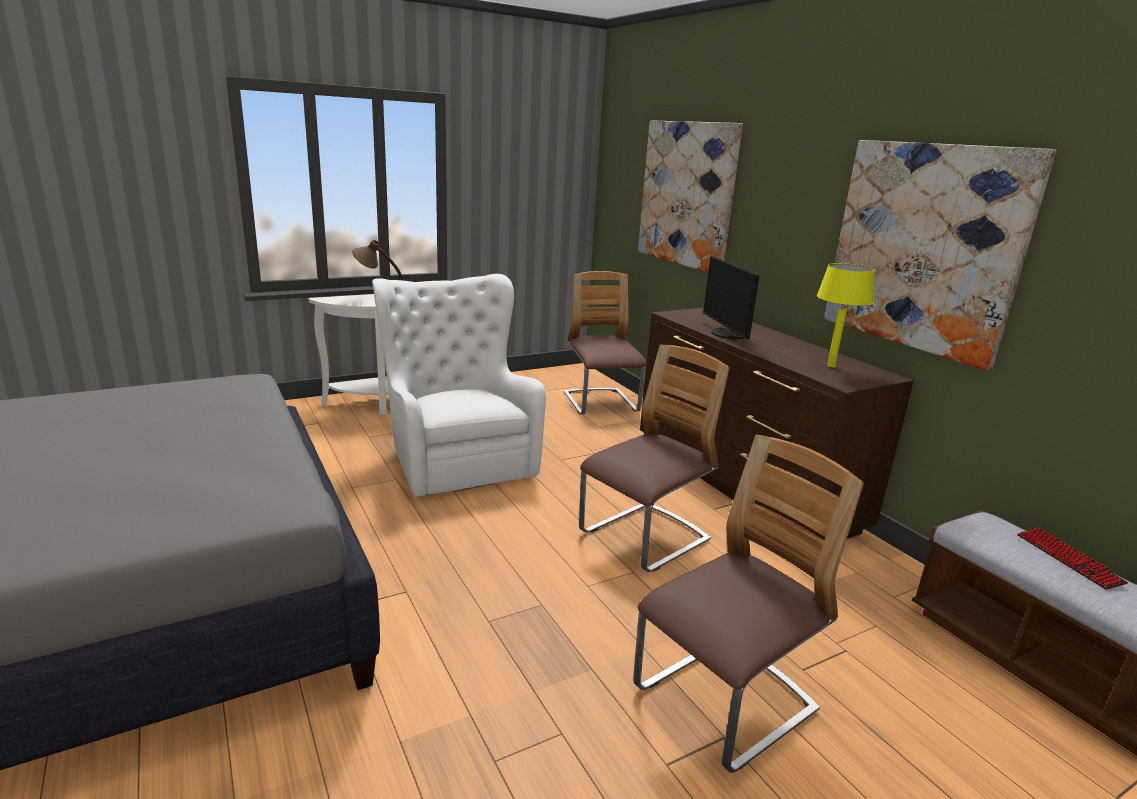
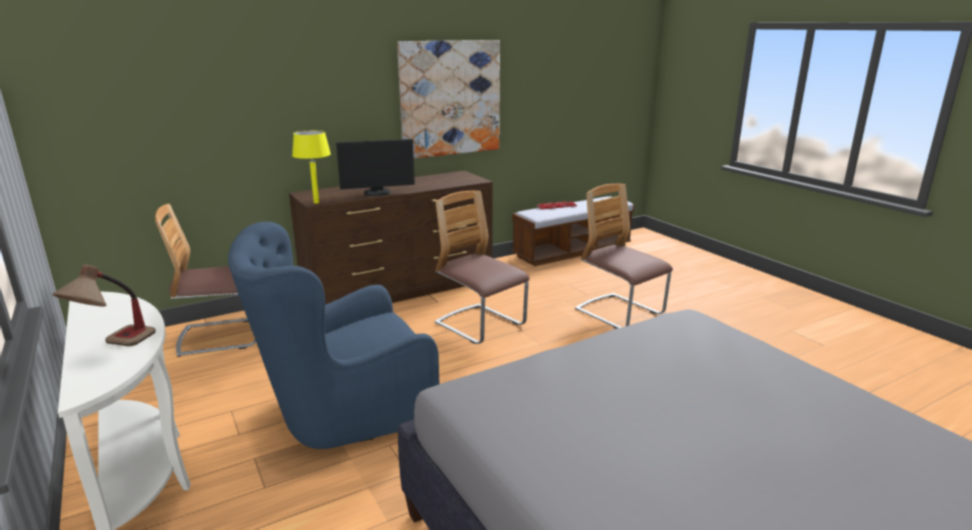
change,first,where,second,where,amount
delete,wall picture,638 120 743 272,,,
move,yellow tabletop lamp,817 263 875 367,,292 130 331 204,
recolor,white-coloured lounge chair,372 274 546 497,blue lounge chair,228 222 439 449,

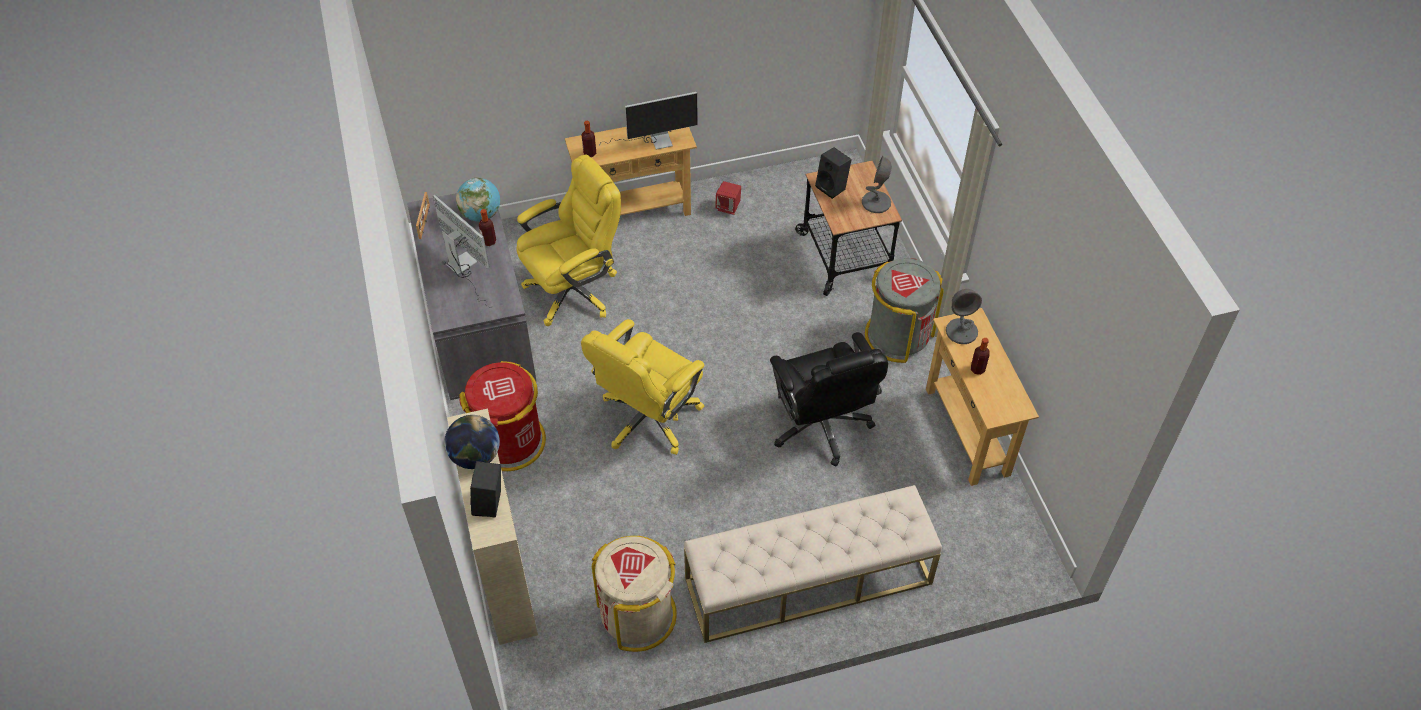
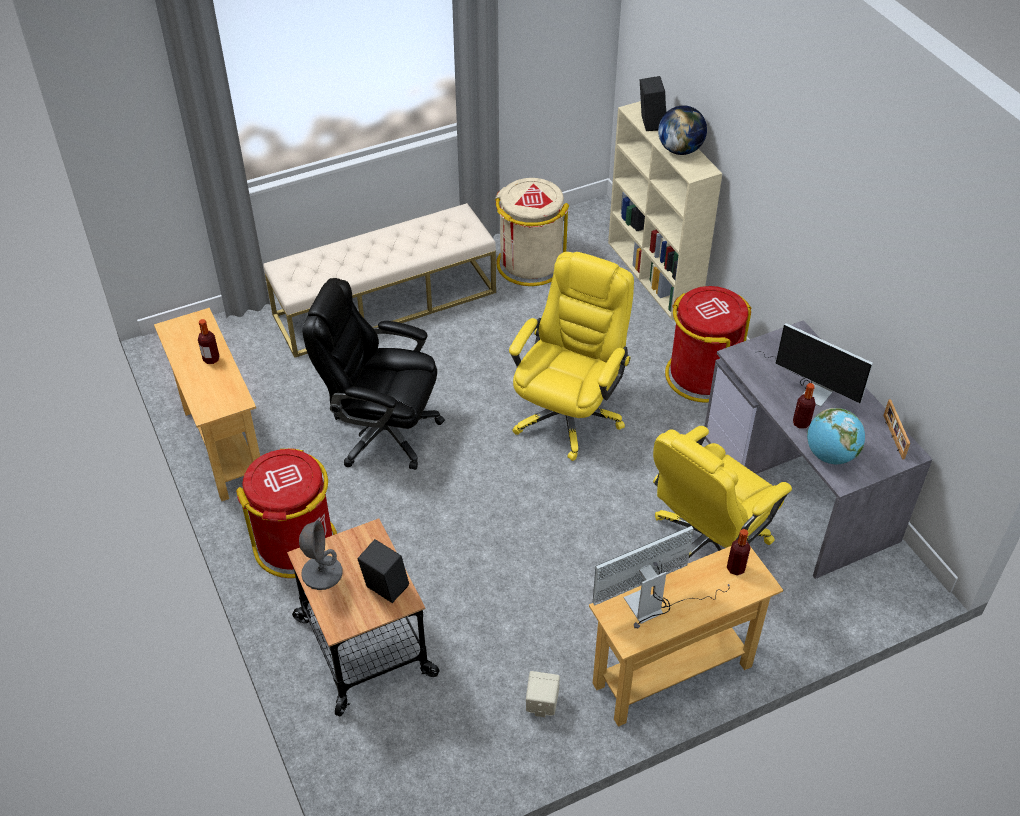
change,first,where,second,where,amount
recolor,red audio speaker,715 181 741 215,beige-coloured audio speaker,526 671 560 717,
recolor,gray waste bin,865 258 944 363,red waste bin,236 448 337 578,
delete,gray tabletop lamp,946 289 982 344,,,
rotate,black desk chair,770 332 888 467,,302 278 445 470,45 degrees counterclockwise

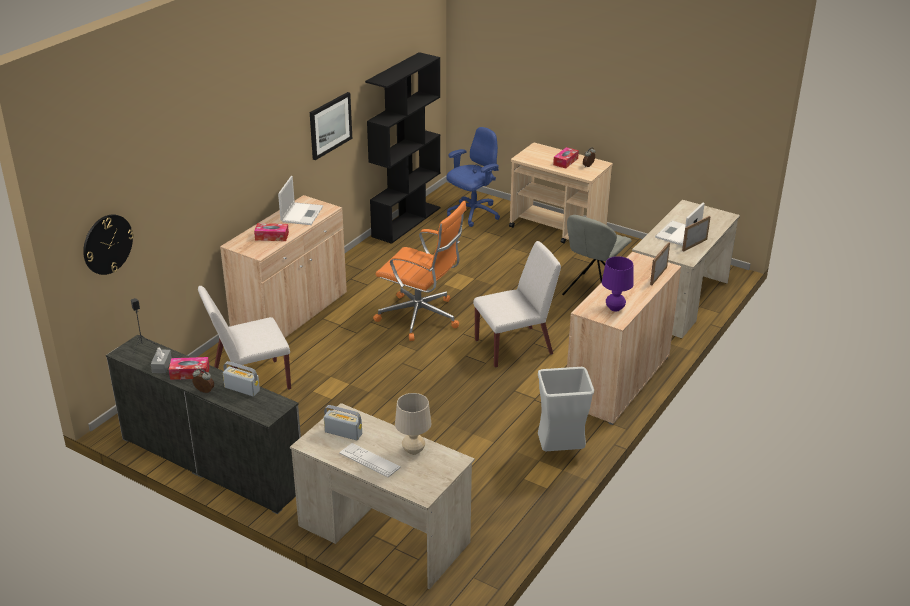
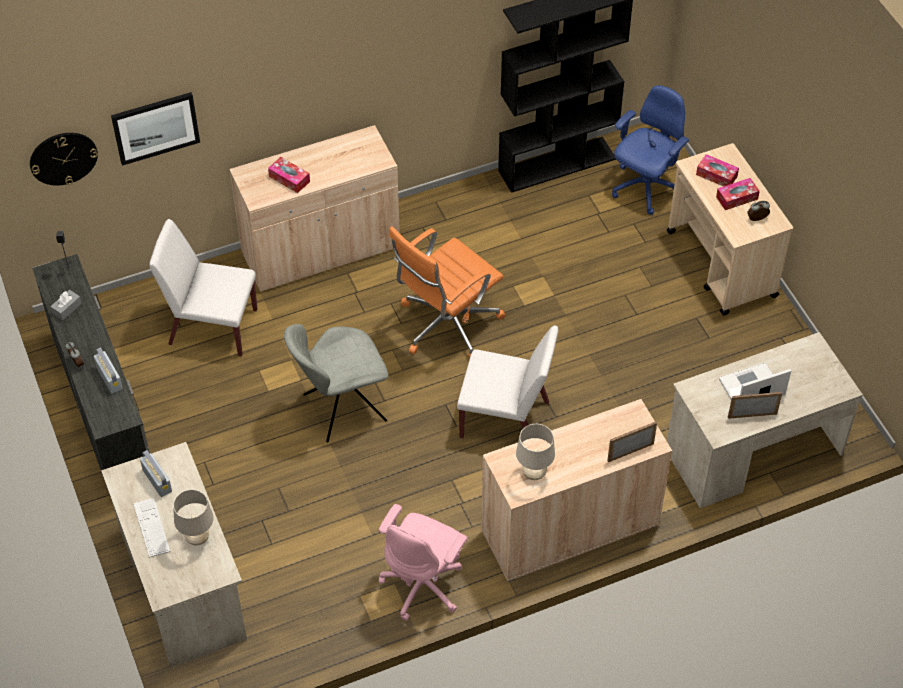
change,first,where,second,where,amount
move,wall picture,310 92 352 160,,111 92 200 166,
rotate,blue desk chair,446 127 500 227,,612 85 689 215,45 degrees counterclockwise
delete,portable computer,278 176 323 225,,,
rotate,orange-coloured desk chair,373 201 467 341,,389 226 506 359,75 degrees clockwise
move,gray upright chair,562 215 632 295,,284 324 389 442,
recolor,purplish tabletop lamp,602 256 634 312,beige-coloured tabletop lamp,516 424 555 480,
move,tissue holder,169 357 210 380,,696 154 739 186,
replace,gray waste bin,538 367 594 451,pinkish desk chair,379 504 467 621,

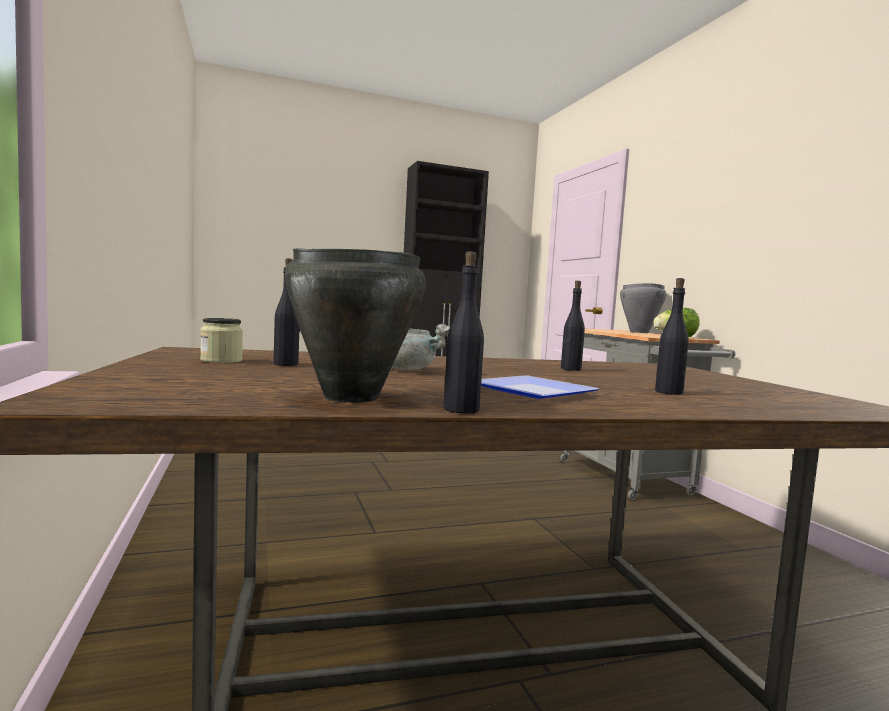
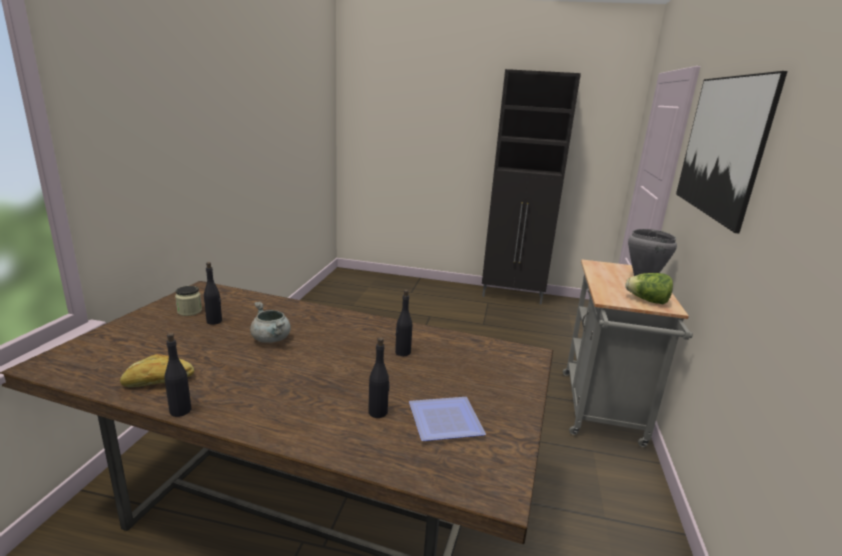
change,first,where,second,where,amount
replace,black cooking pot,285 249 426 403,baked bread,120 354 194 387,
move,flat dish,481 375 599 399,,409 397 486 441,
insert,,,wall picture,676 71 788 233,

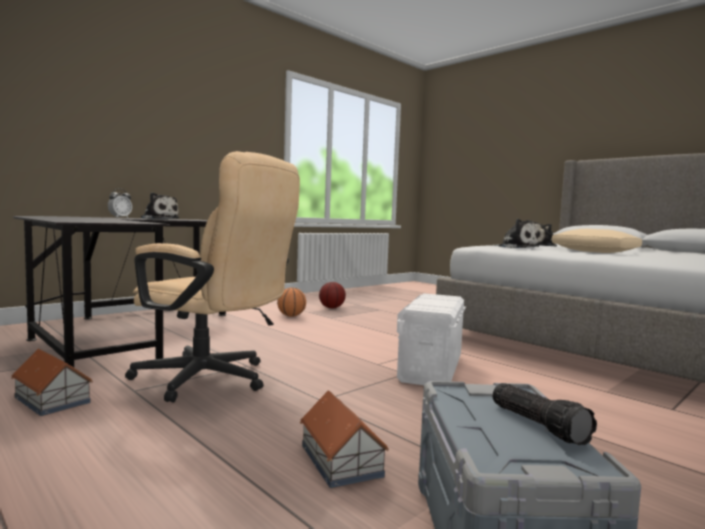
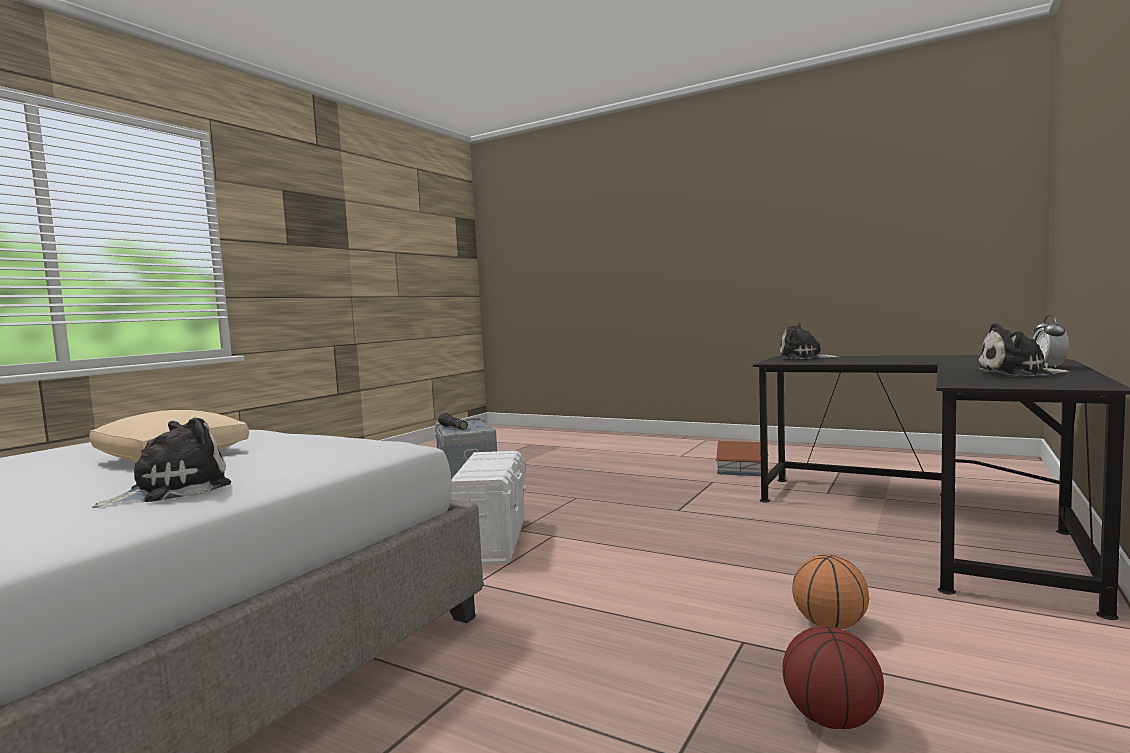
change,first,where,second,where,amount
delete,beige-coloured desk chair,125 151 300 403,,,
move,soft toy,491 219 539 248,,779 323 839 359,
delete,toy house,300 390 389 488,,,

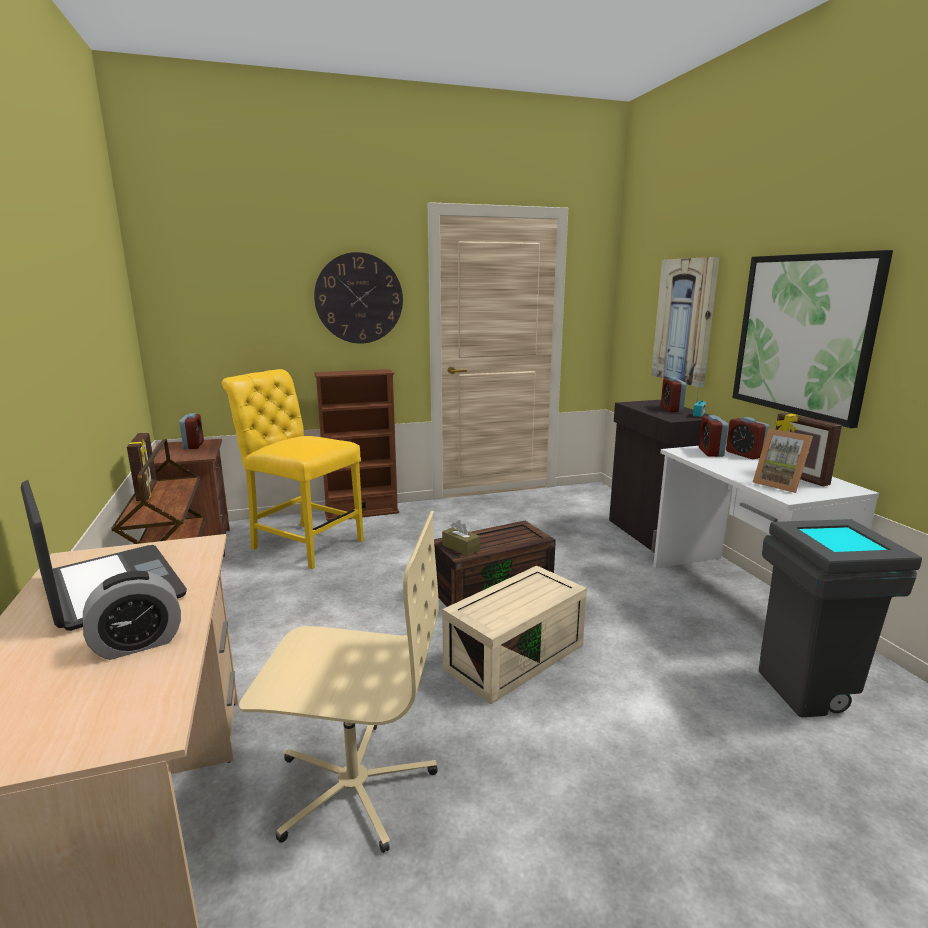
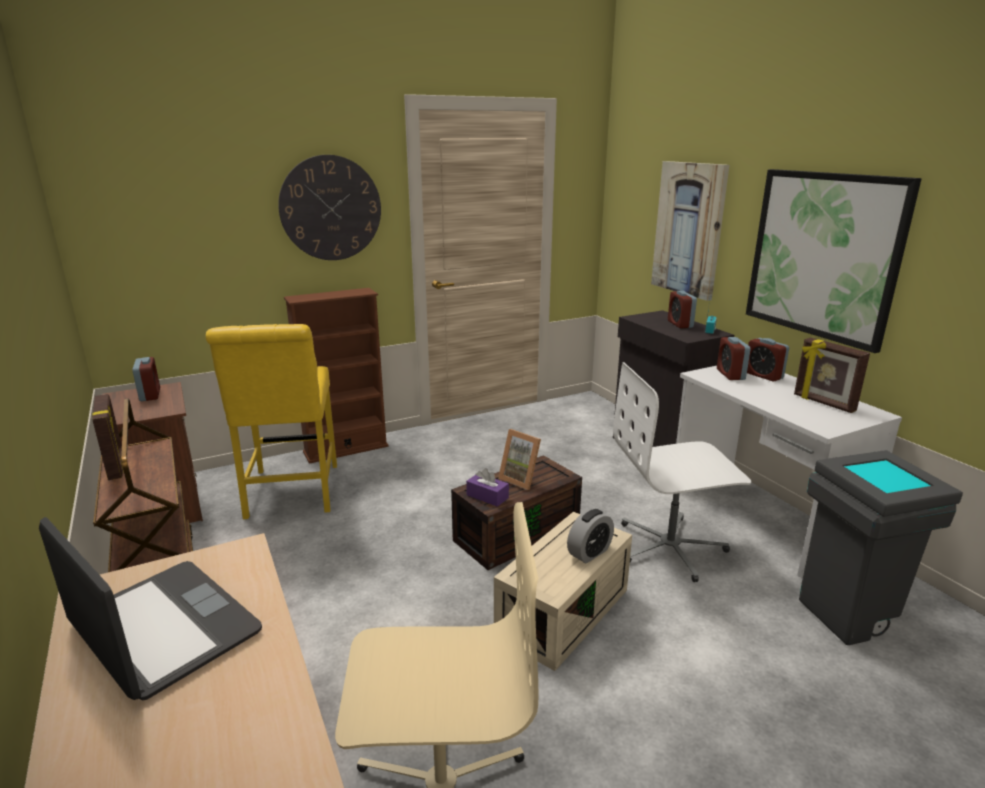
change,first,where,second,where,amount
rotate,yellow upright chair,222 369 364 569,,206 324 337 519,120 degrees counterclockwise
move,photo frame,753 428 813 493,,498 429 541 490,
recolor,brownish tissue holder,442 520 480 556,purplish tissue holder,466 468 509 507,
move,alarm clock,83 571 181 660,,567 509 614 564,
insert,,,white-coloured desk chair,613 362 752 582,

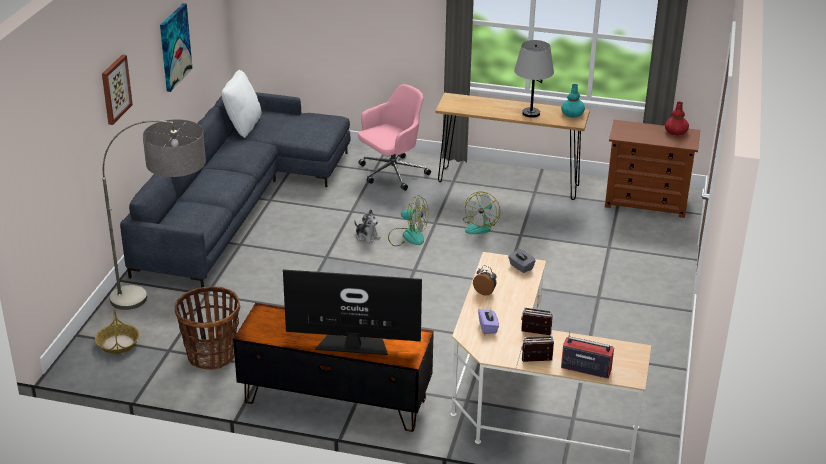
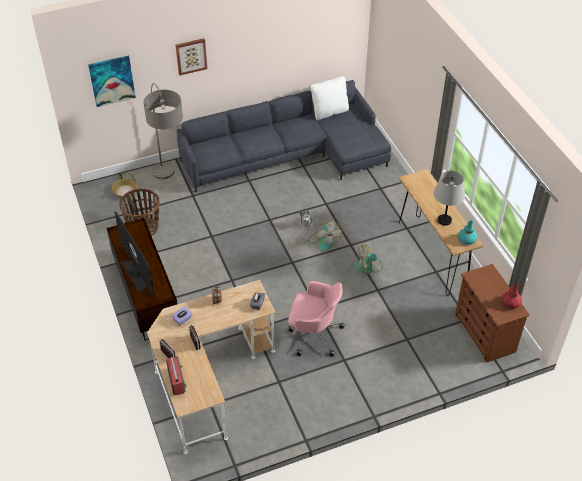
change,first,where,second,where,amount
move,wall picture,160 3 193 92,,88 55 136 107,
move,pinkish desk chair,358 84 431 191,,288 281 345 357,

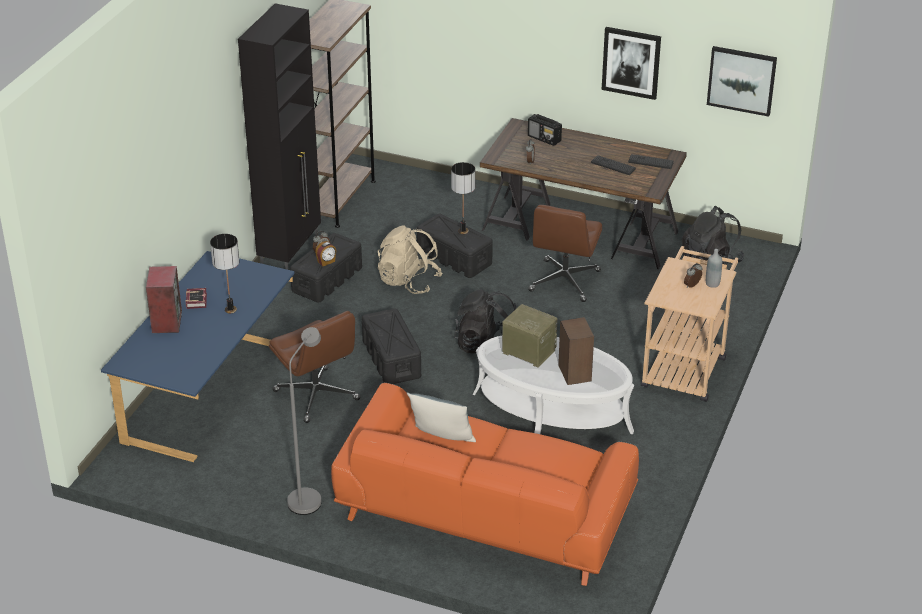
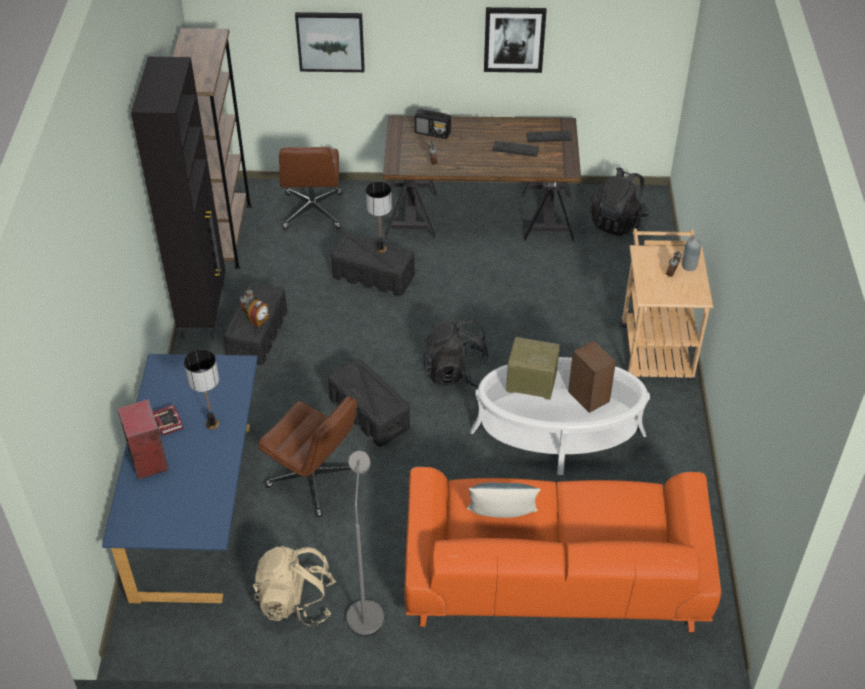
change,first,where,second,where,amount
move,wall picture,707 46 777 117,,295 12 365 72,
move,brownish desk chair,528 205 602 302,,279 147 343 230,
move,beige-coloured backpack,378 225 443 294,,253 546 336 626,

